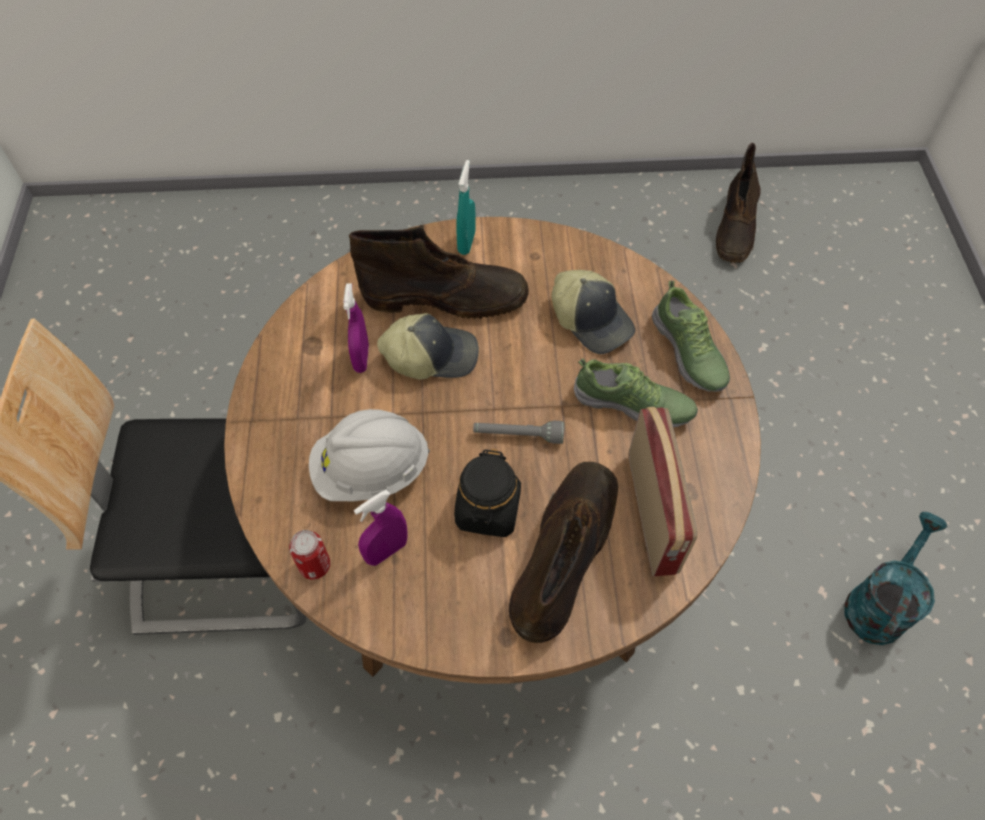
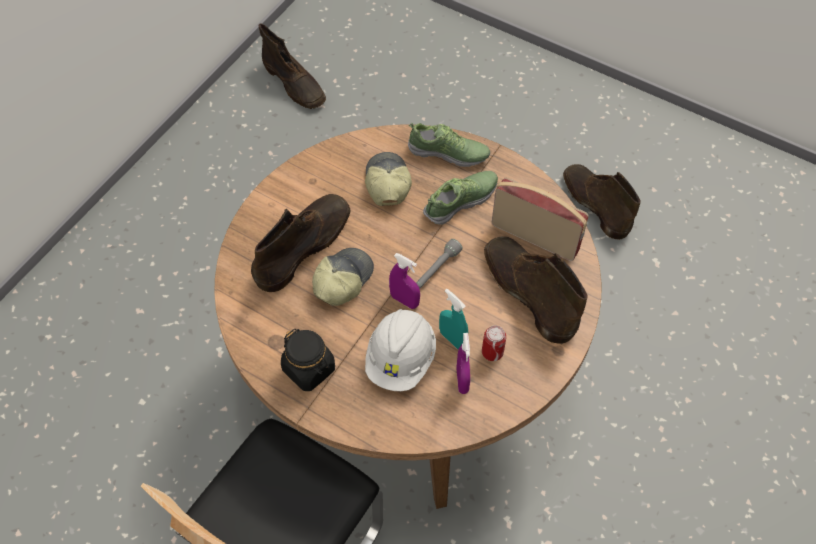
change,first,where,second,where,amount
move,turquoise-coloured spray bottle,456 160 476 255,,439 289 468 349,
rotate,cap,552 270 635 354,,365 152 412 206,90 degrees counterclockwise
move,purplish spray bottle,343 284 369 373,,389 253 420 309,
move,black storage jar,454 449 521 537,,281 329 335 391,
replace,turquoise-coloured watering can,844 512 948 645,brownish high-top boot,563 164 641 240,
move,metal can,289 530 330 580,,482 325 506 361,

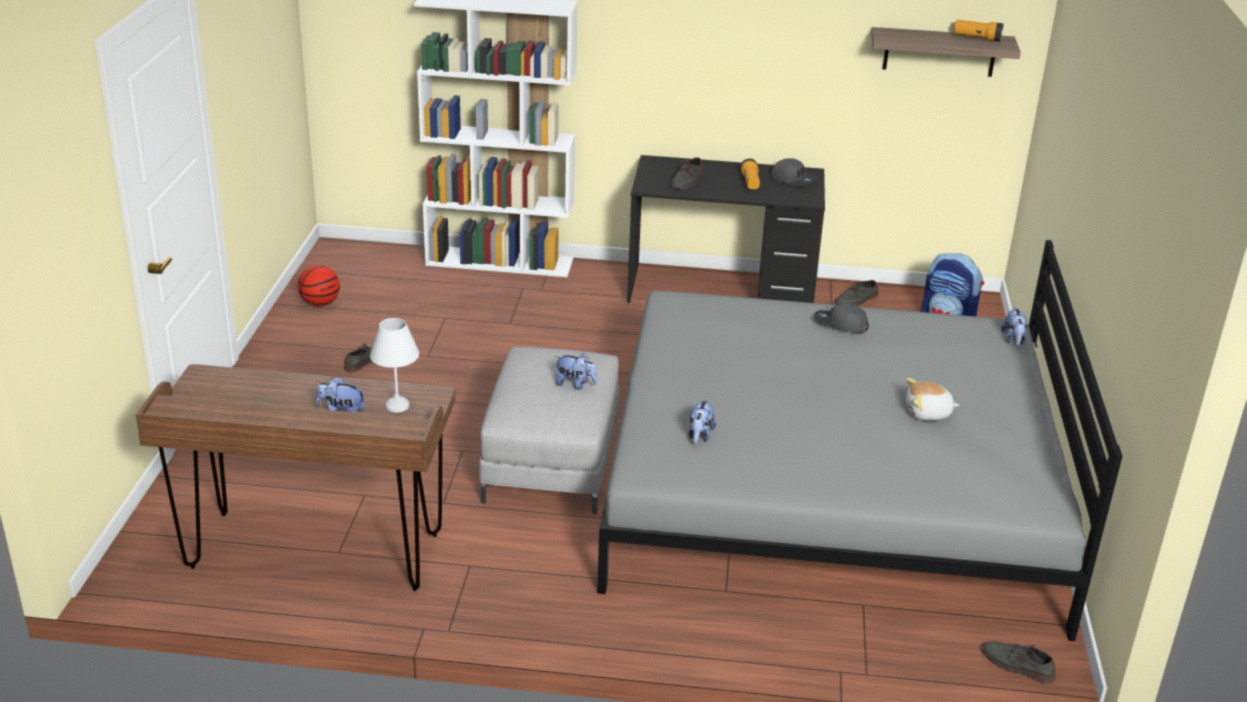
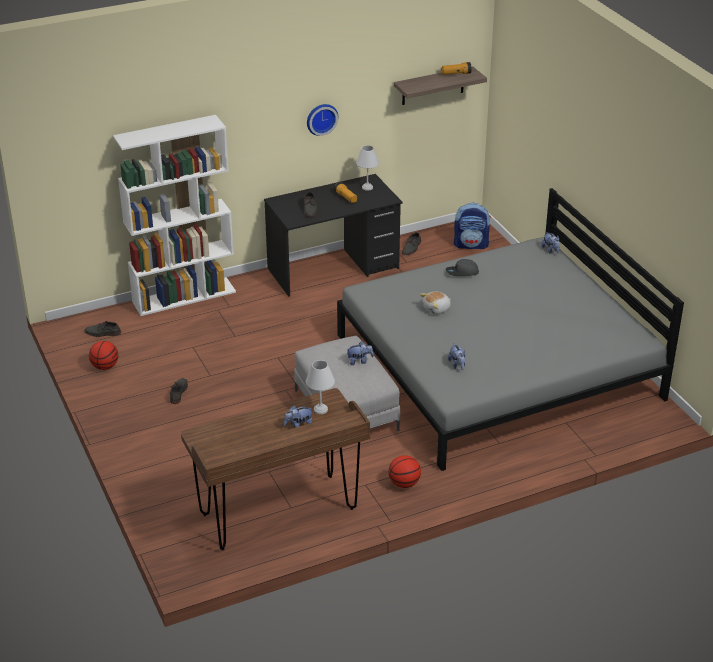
change,first,where,second,where,amount
replace,gray cap,771 158 817 186,white-coloured tabletop lamp,356 145 379 191,
move,soft toy,906 378 959 421,,420 292 451 314,
move,gray item of footwear,982 641 1056 684,,84 321 121 337,
insert,,,hanging clock,307 104 338 136,
insert,,,basketball ball,389 455 421 488,

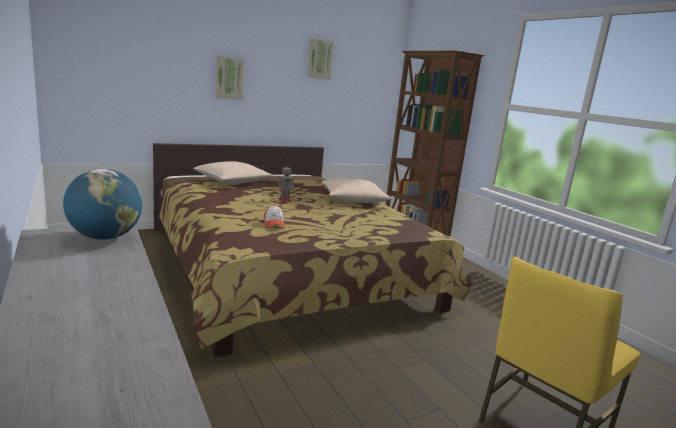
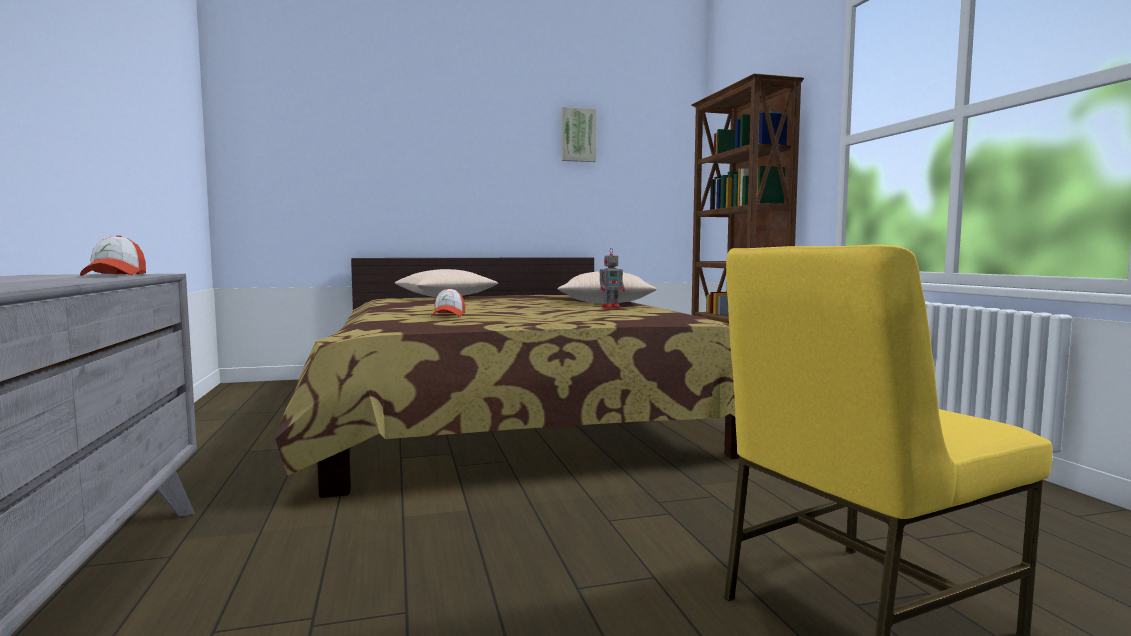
change,first,where,second,where,amount
delete,wall picture,215 56 244 100,,,
move,model robot,279 163 294 202,,600 249 625 309,
replace,world globe,63 169 142 240,cap,80 235 146 276,

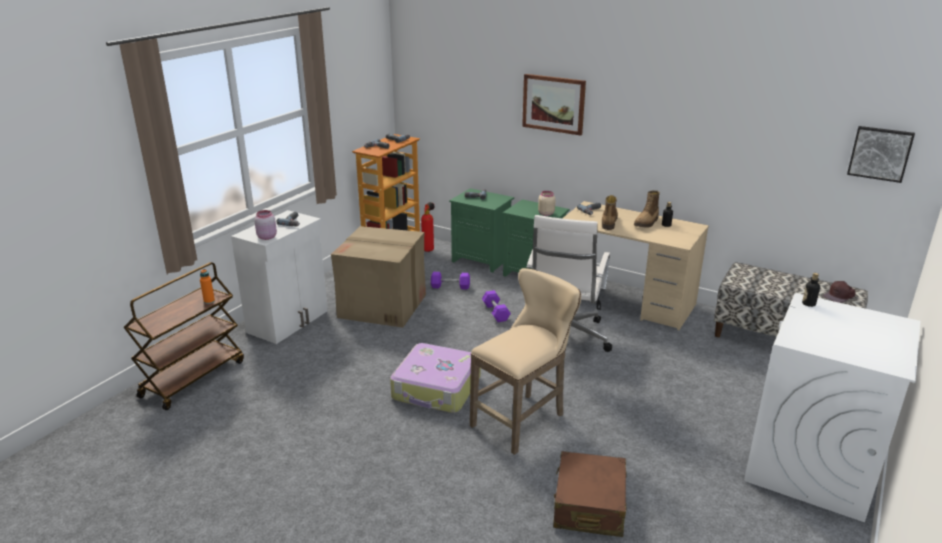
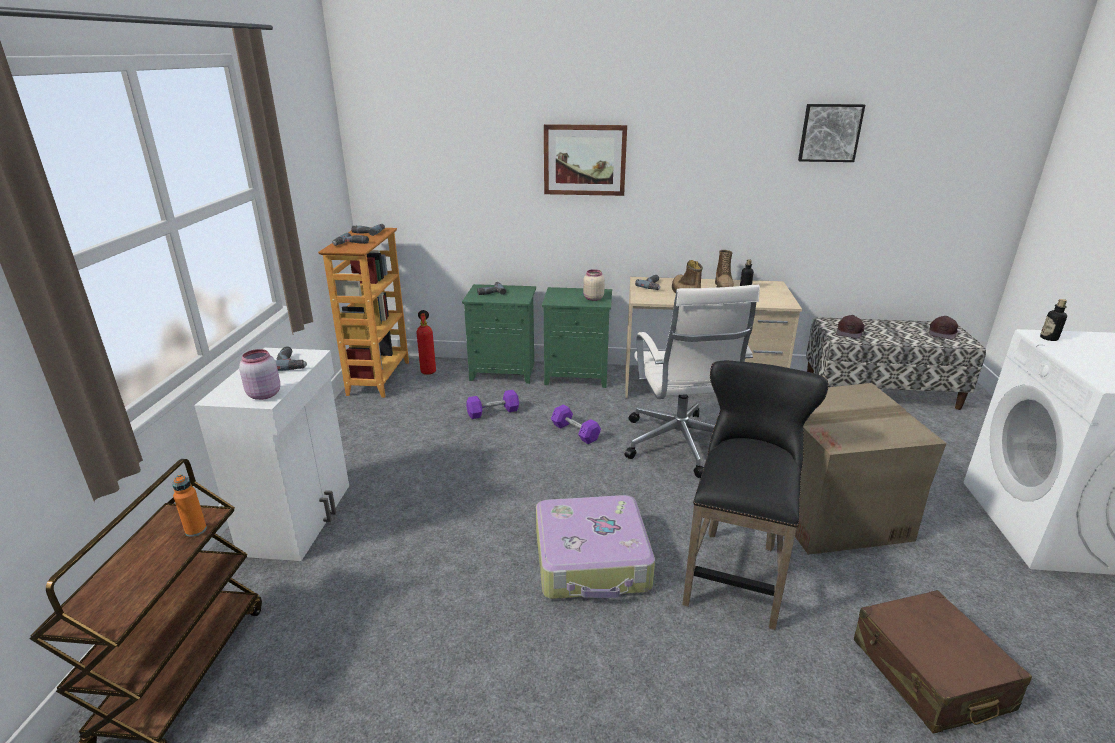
change,first,where,second,where,amount
move,wall picture,847 126 915 183,,798 104 865 162,
move,cardboard box,331 226 426 328,,795 383 947 555,
recolor,beige-coloured sitting stool,470 268 581 455,black sitting stool,682 361 829 630,
insert,,,brownish cap,836 315 864 339,

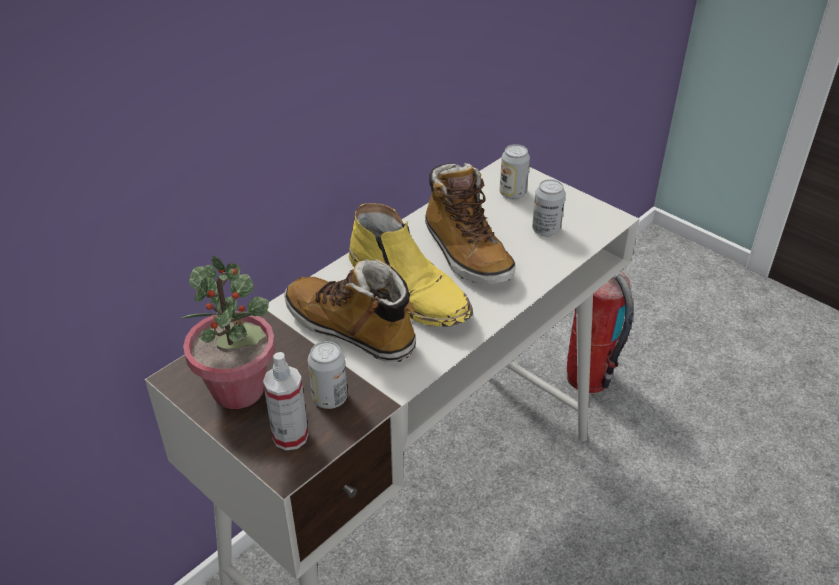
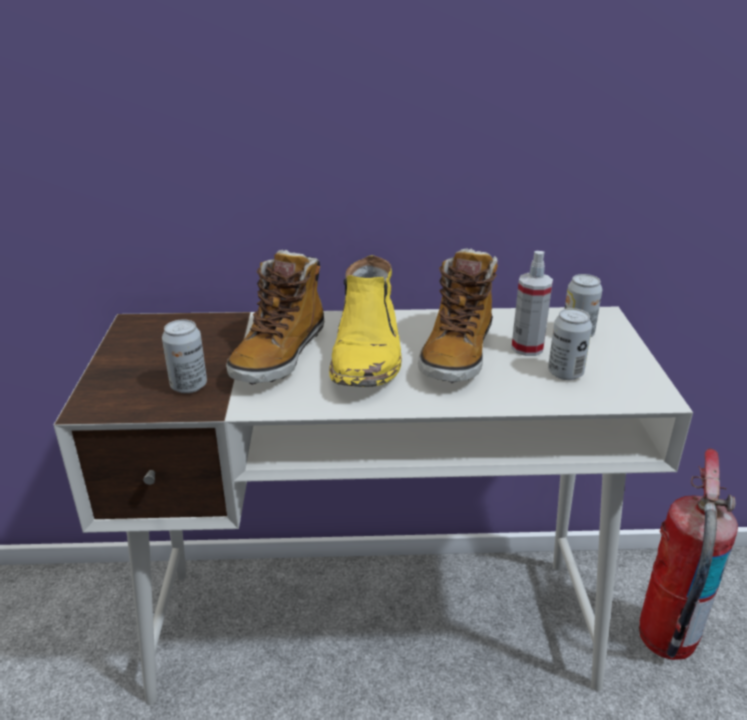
change,first,where,second,where,amount
delete,houseplant,180 255 275 409,,,
rotate,high-top boot,284 258 416 362,,226 250 324 385,150 degrees counterclockwise
move,spray bottle,263 352 308 450,,511 251 553 356,

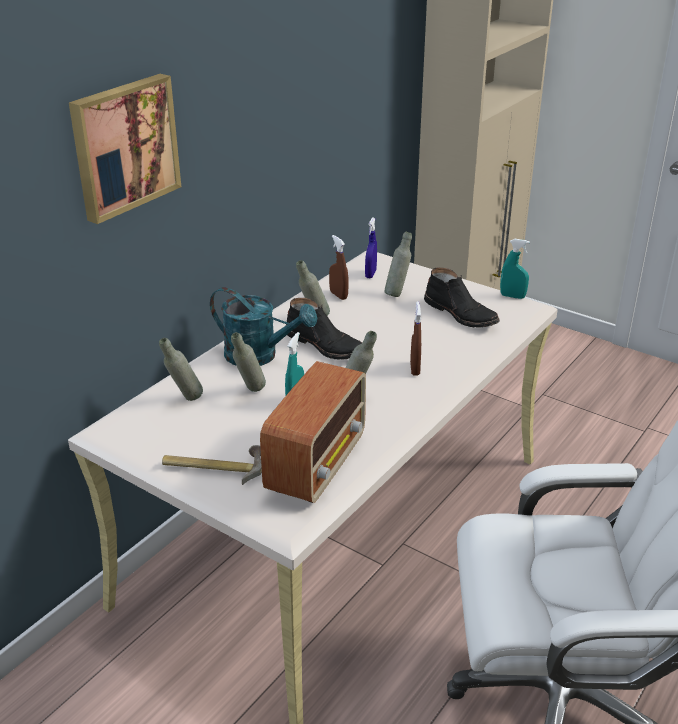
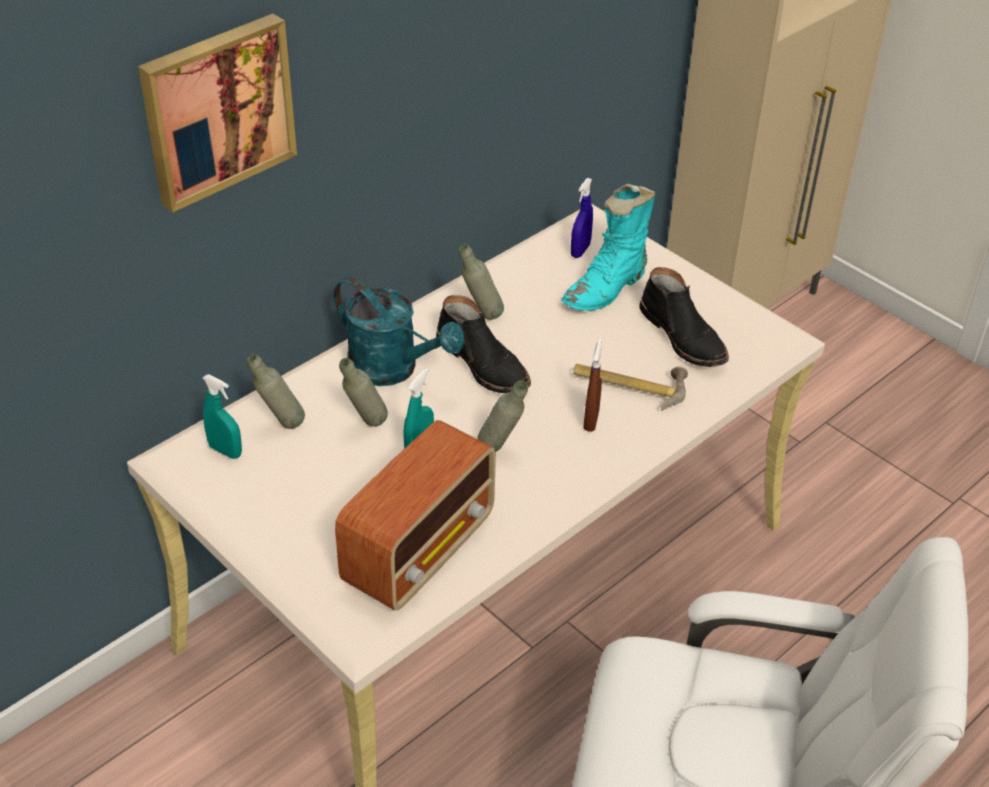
change,first,where,second,where,amount
replace,gray bottle,384 232 412 297,turquoise-coloured high-top boot,561 183 656 311,
delete,brownish spray bottle,329 235 349 300,,,
move,turquoise-coloured spray bottle,500 239 530 299,,203 375 242 459,
move,hand hammer,162 445 262 485,,573 364 688 411,

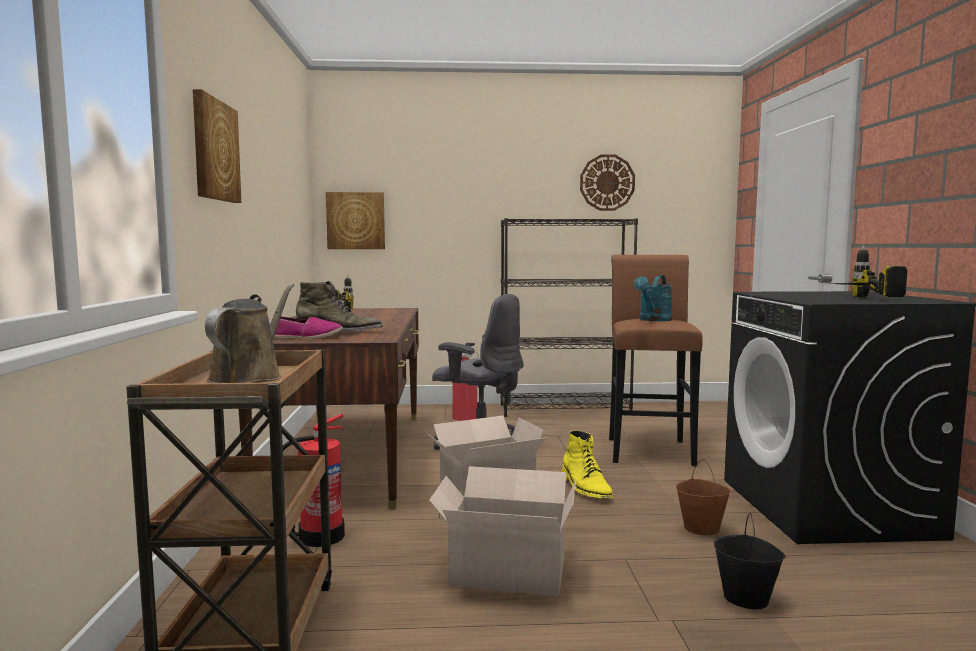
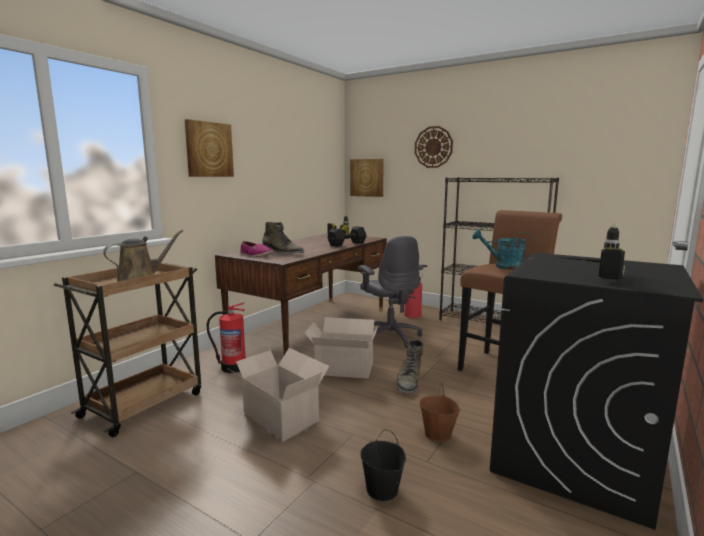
change,first,where,second,where,amount
move,hanging clock,580 154 635 211,,415 126 453 168,
rotate,turquoise-coloured watering can,634 275 672 321,,472 229 535 270,45 degrees clockwise
recolor,yellow high-top boot,562 430 614 498,green high-top boot,395 340 423 394,
insert,,,black free weight,327 226 367 247,

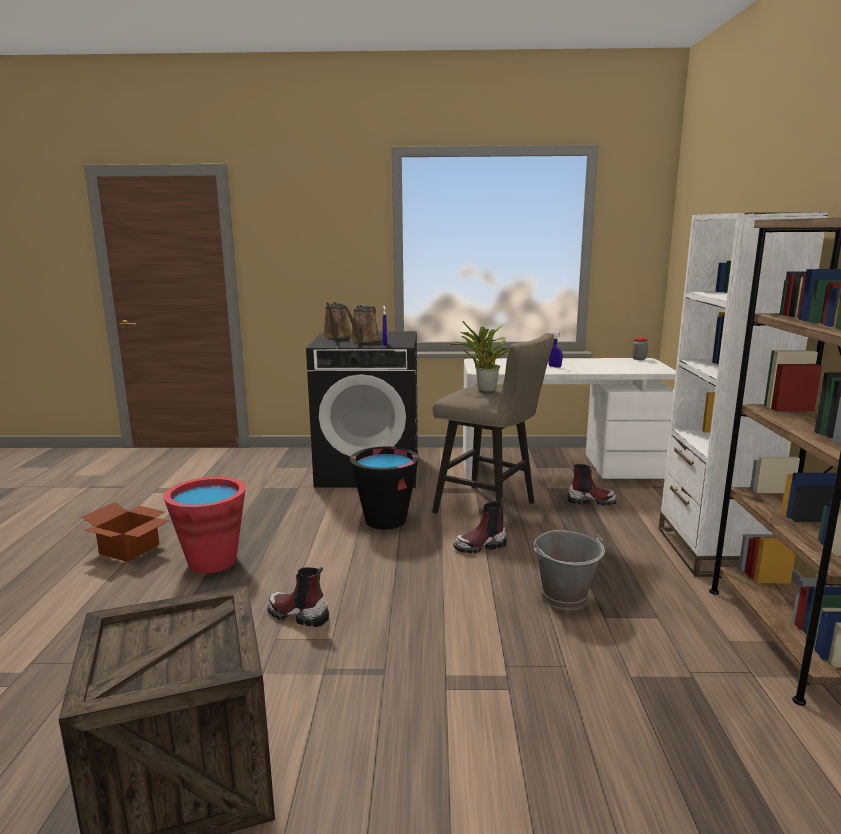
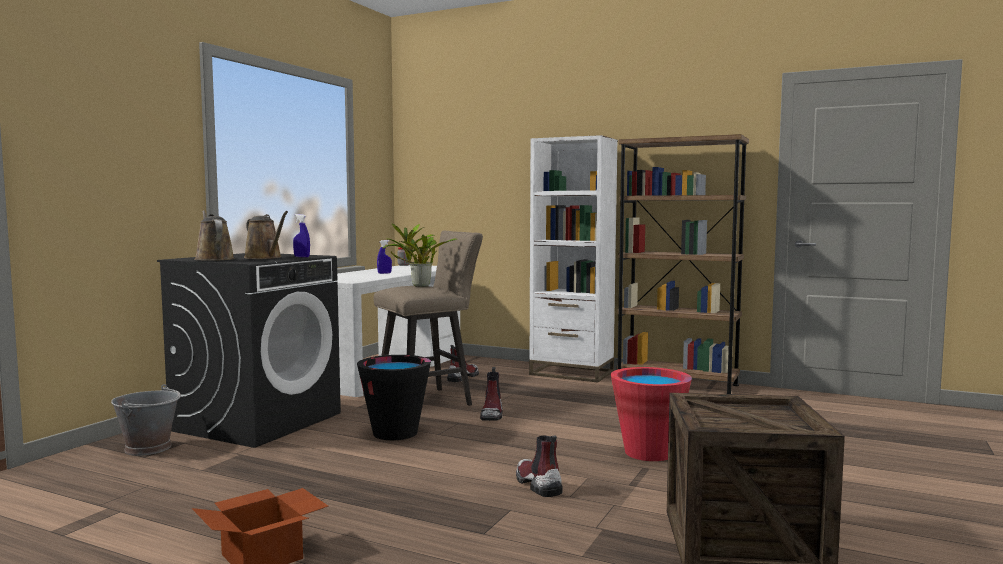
change,first,where,second,where,amount
rotate,brownish watering can,322 302 351 339,,194 210 235 261,150 degrees counterclockwise
move,red bucket,163 477 246 573,,611 367 692 461,
move,gray bucket,534 530 605 610,,111 384 181 456,
rotate,high-top boot,267 567 329 627,,516 435 563 497,105 degrees clockwise

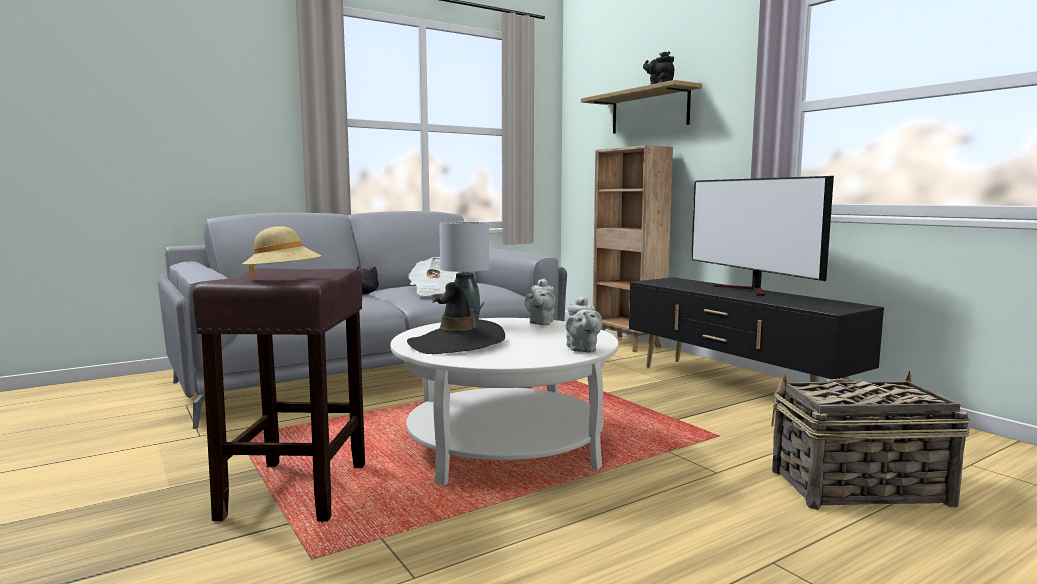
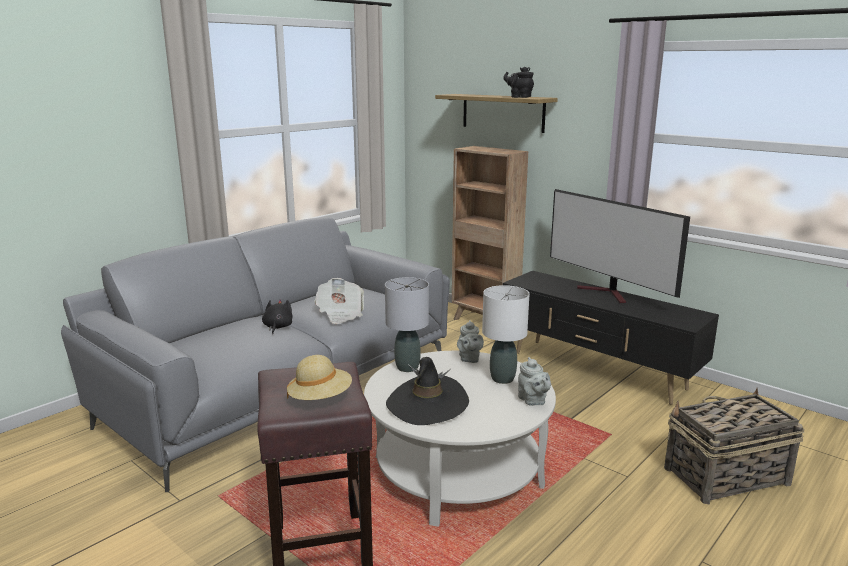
change,first,where,second,where,amount
insert,,,white-coloured tabletop lamp,482 285 530 384,

